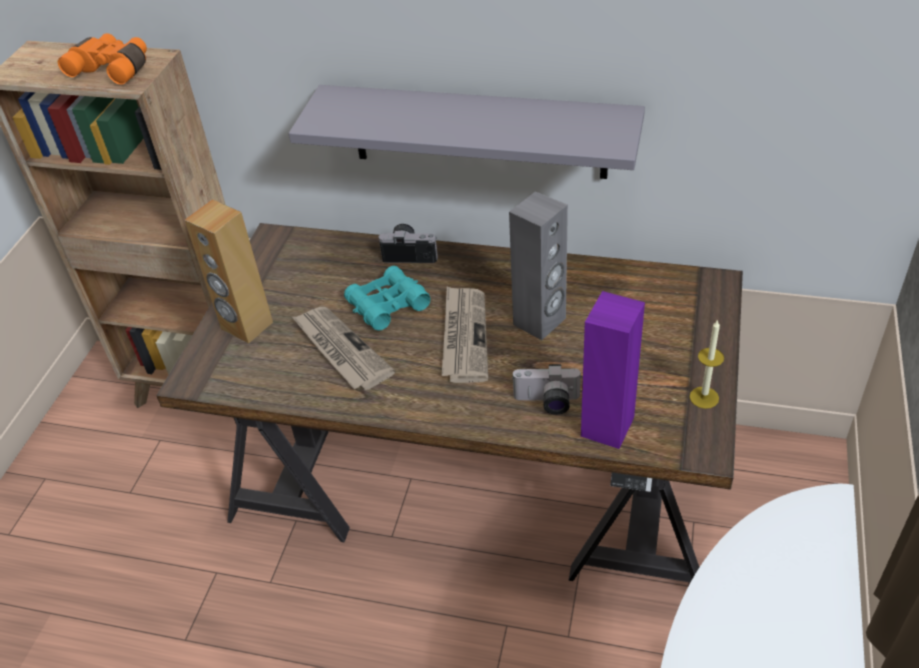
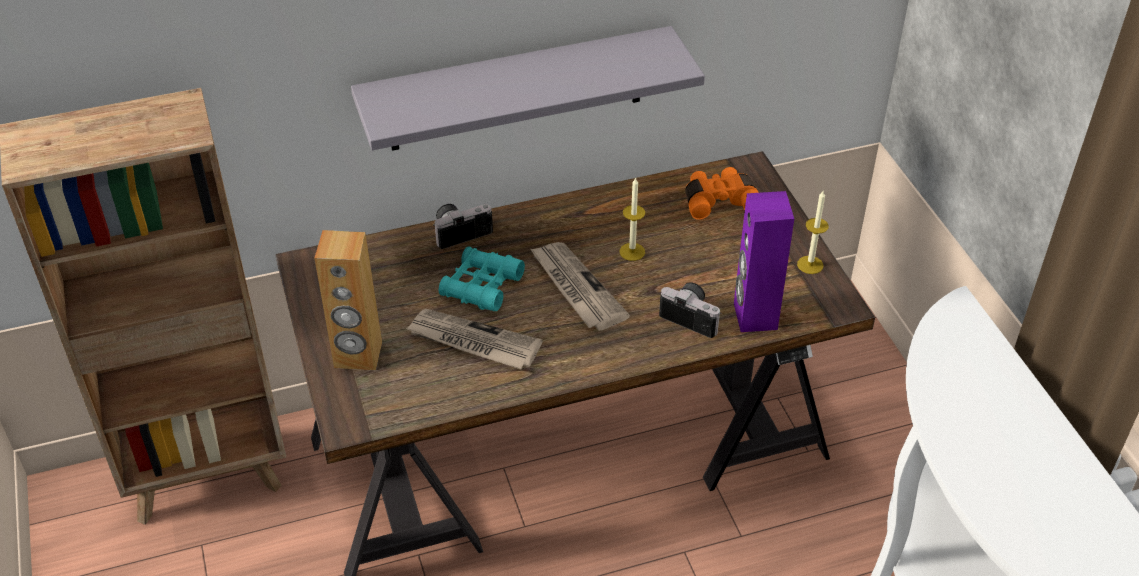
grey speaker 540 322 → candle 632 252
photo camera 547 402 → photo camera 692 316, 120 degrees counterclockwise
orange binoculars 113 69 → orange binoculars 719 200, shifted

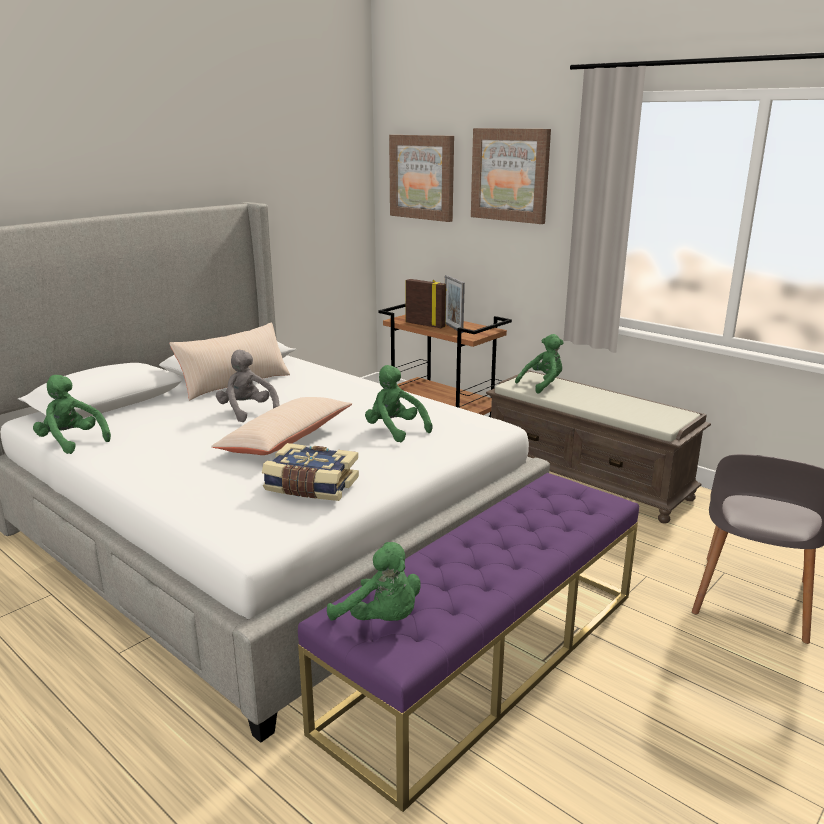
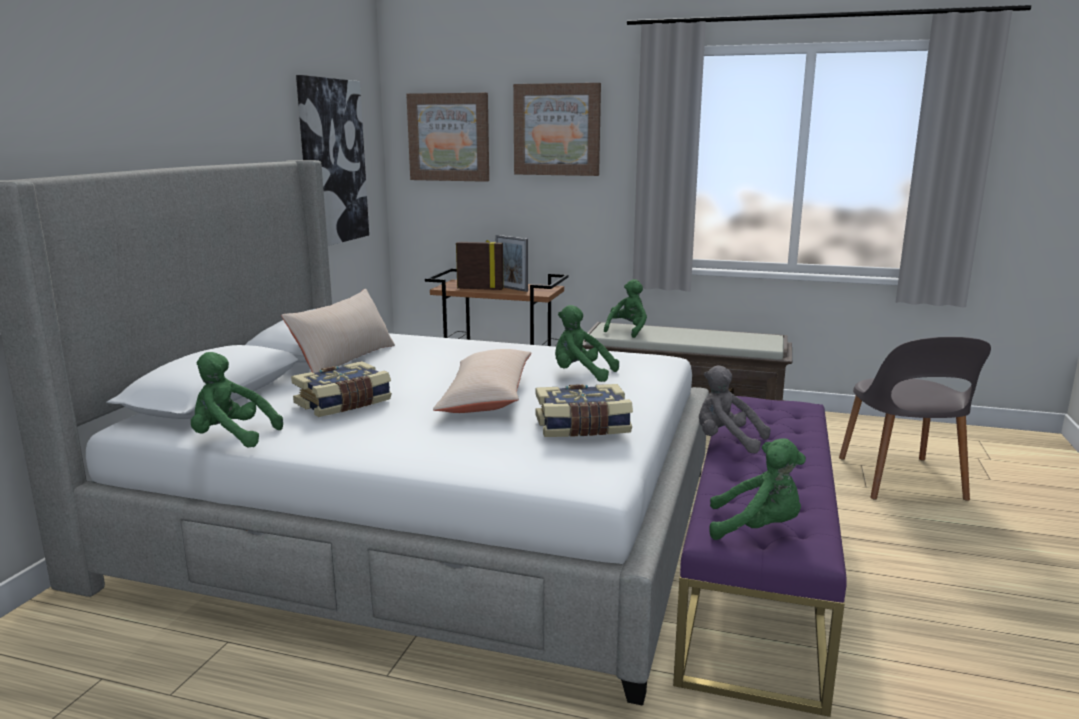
- → book 344 403
- → picture 332 162
grey plush toy 247 412 → grey plush toy 726 441, shifted

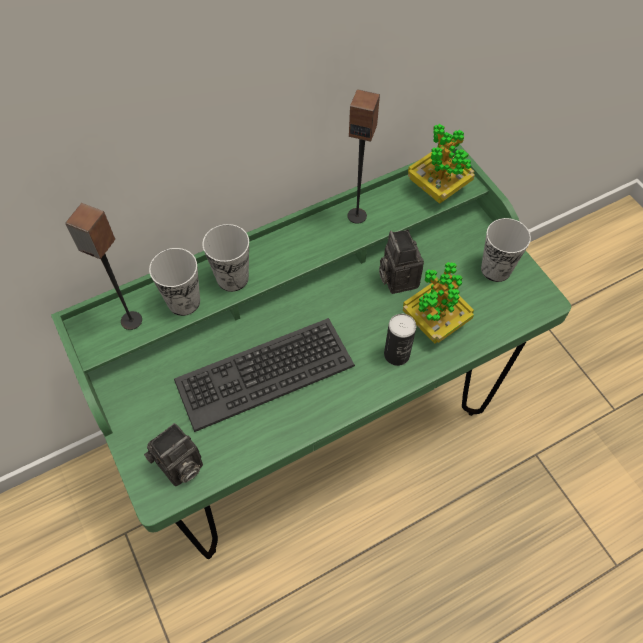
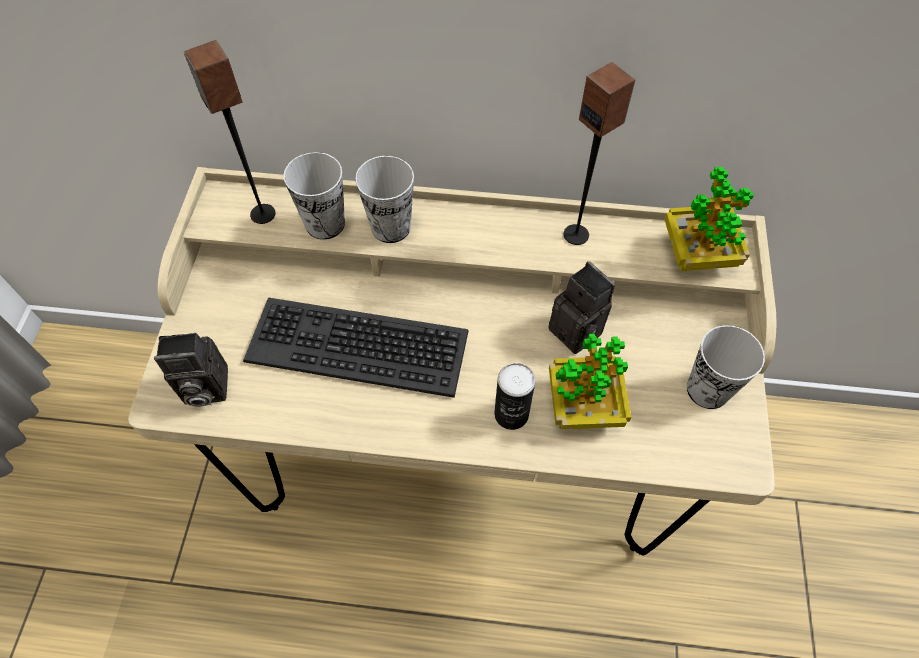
green desk 320 430 → beige desk 459 459
photo camera 397 278 → photo camera 579 331, 120 degrees clockwise

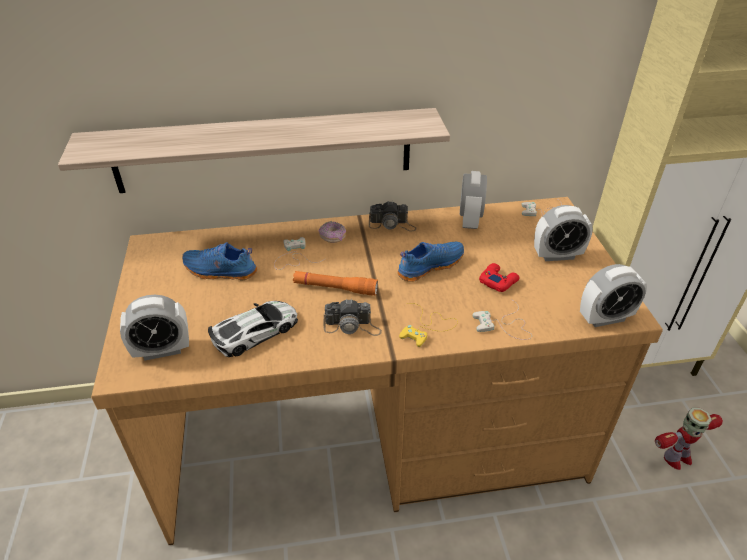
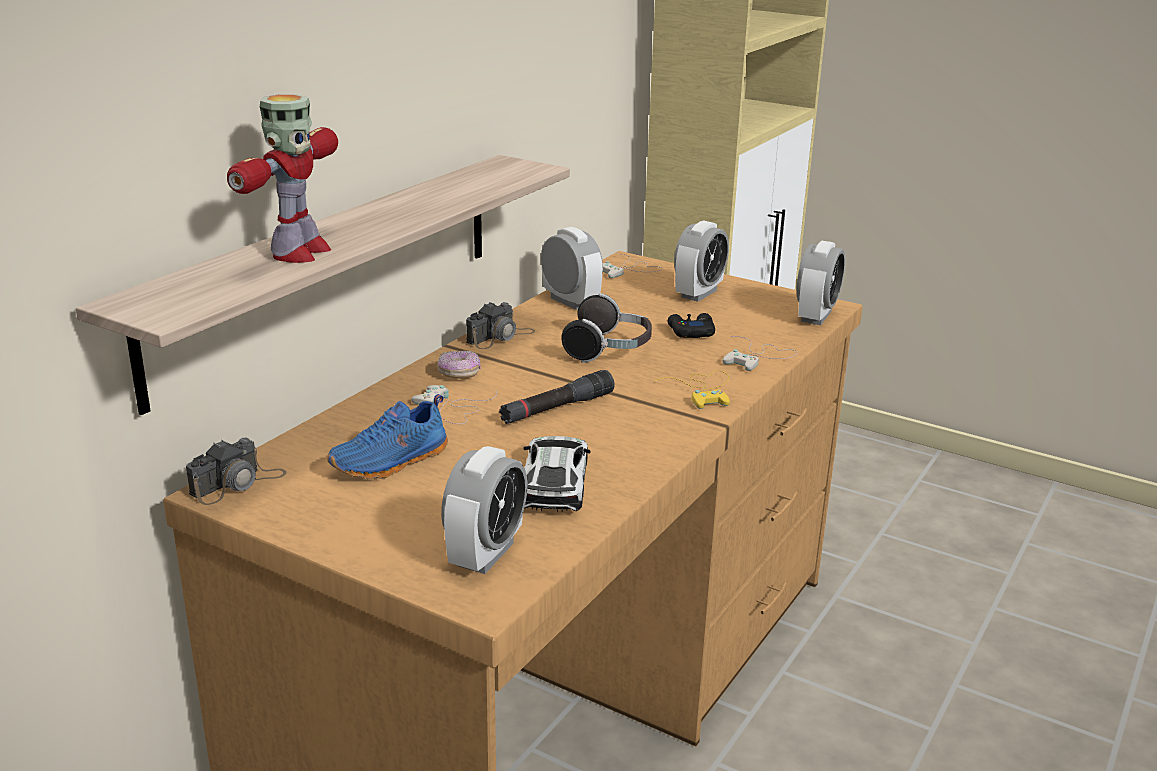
photo camera 352 326 → photo camera 238 483, shifted
toy robot 676 458 → toy robot 299 253, shifted
orange flashlight 335 288 → black flashlight 557 408
blue shoe 429 266 → headphones 609 349
red game controller 498 281 → black game controller 690 332

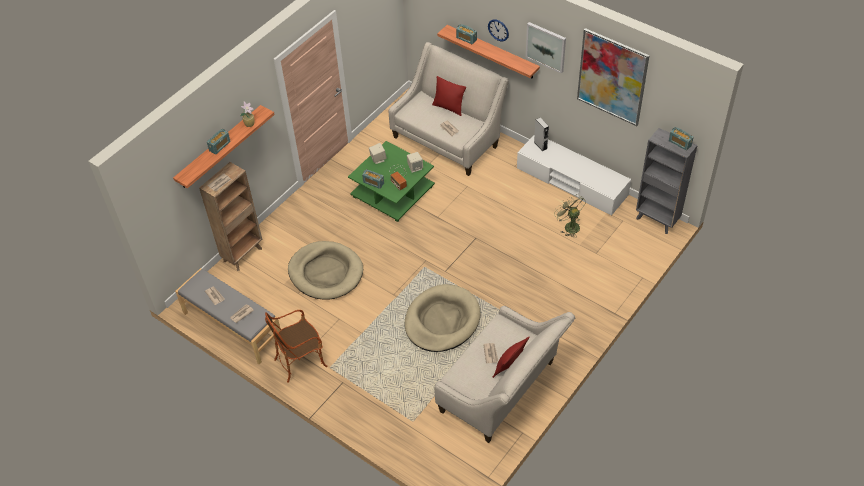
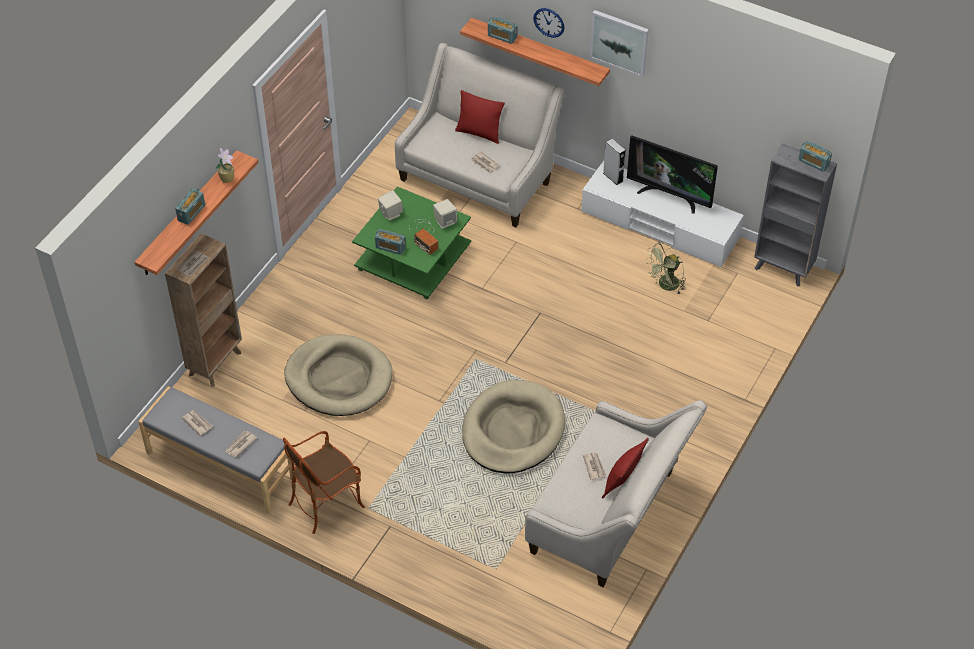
- → television 670 196
green fan 569 226 → green fan 666 286, 90 degrees counterclockwise
picture 612 77 → -

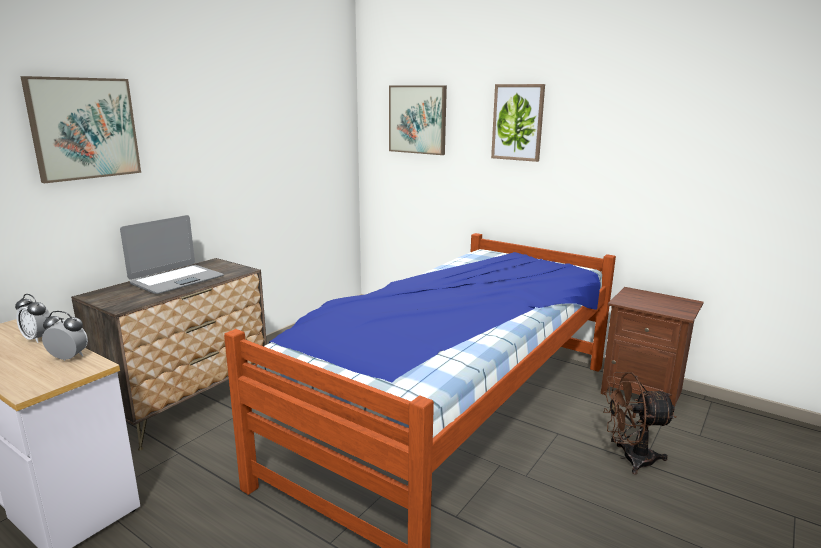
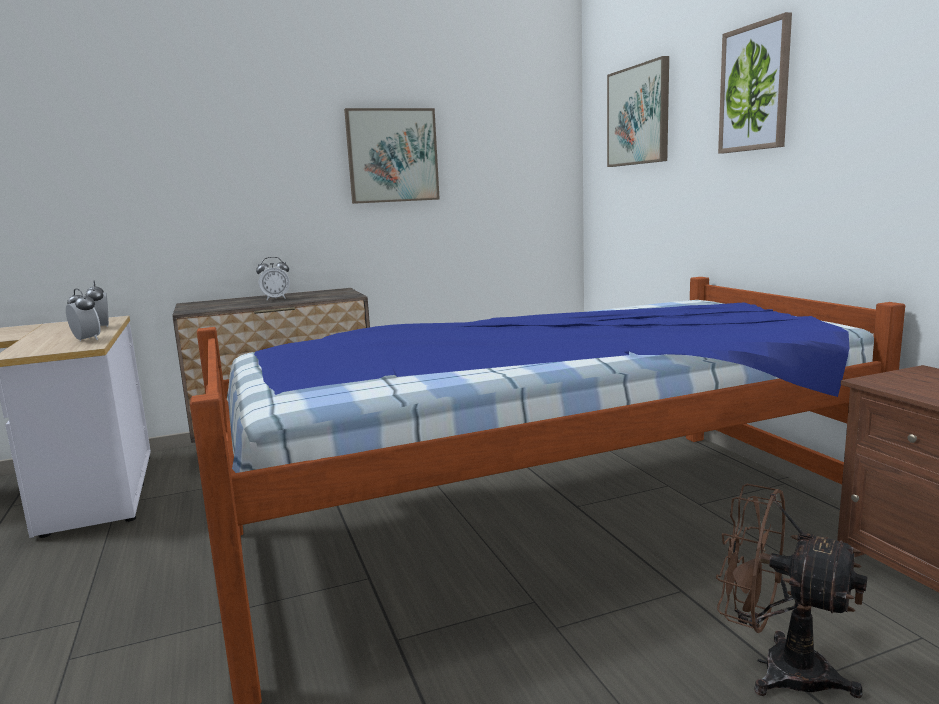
laptop 176 280 → alarm clock 276 299
picture 84 128 → picture 392 156, shifted

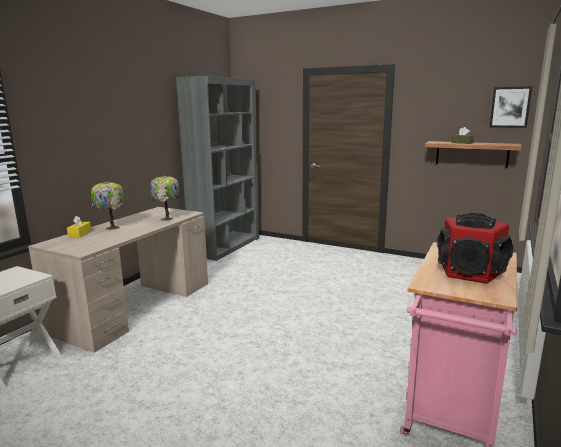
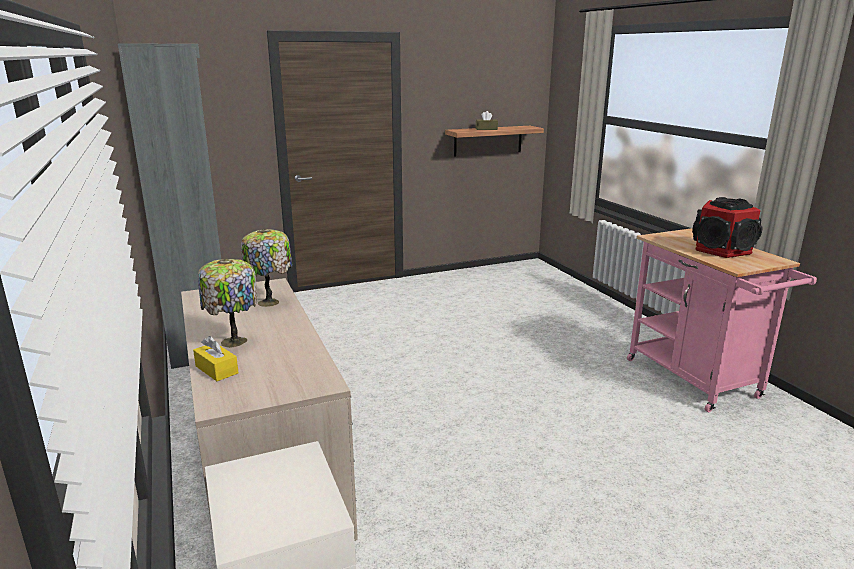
picture 510 107 → -

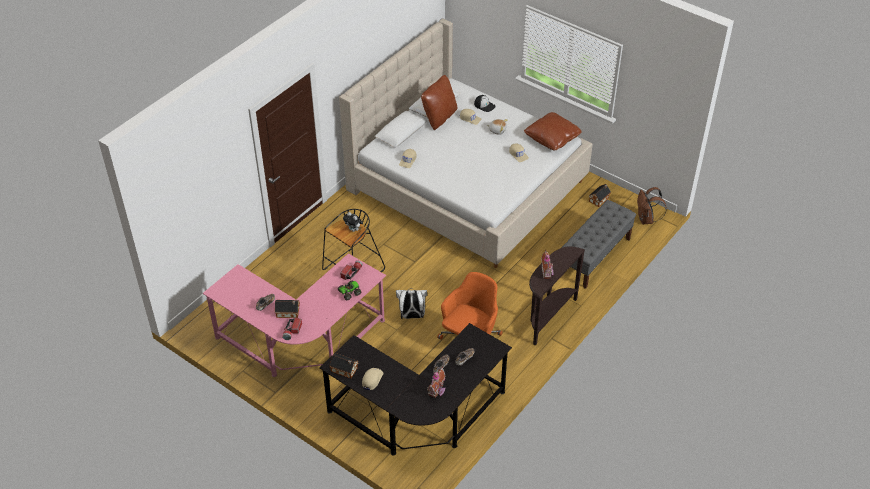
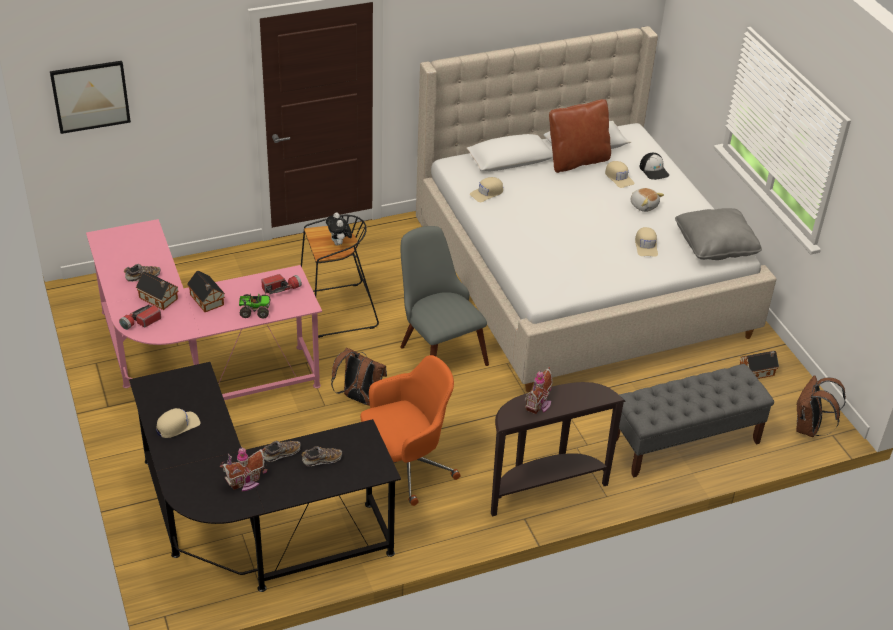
- → picture 90 96
toy house 345 370 → toy house 207 301, shifted
white backpack 412 316 → brown backpack 359 398
- → grey chair 437 349
brown pillow 552 138 → grey pillow 715 245

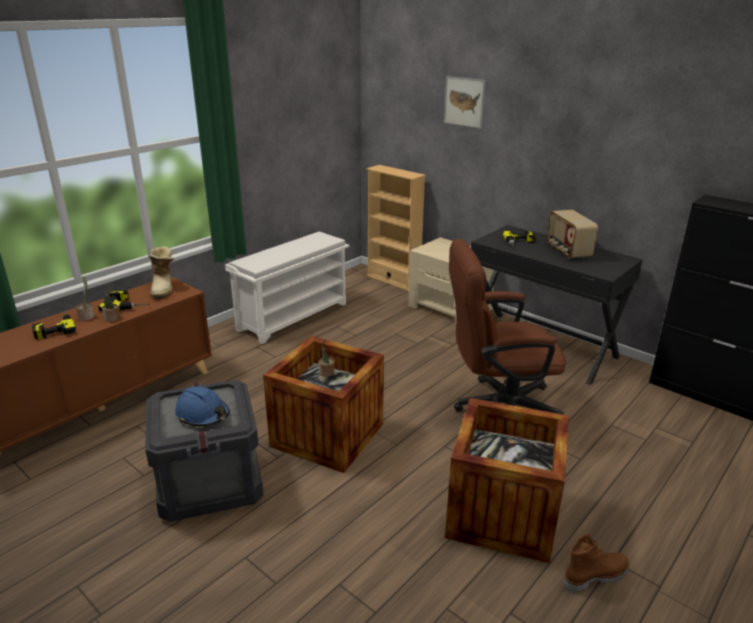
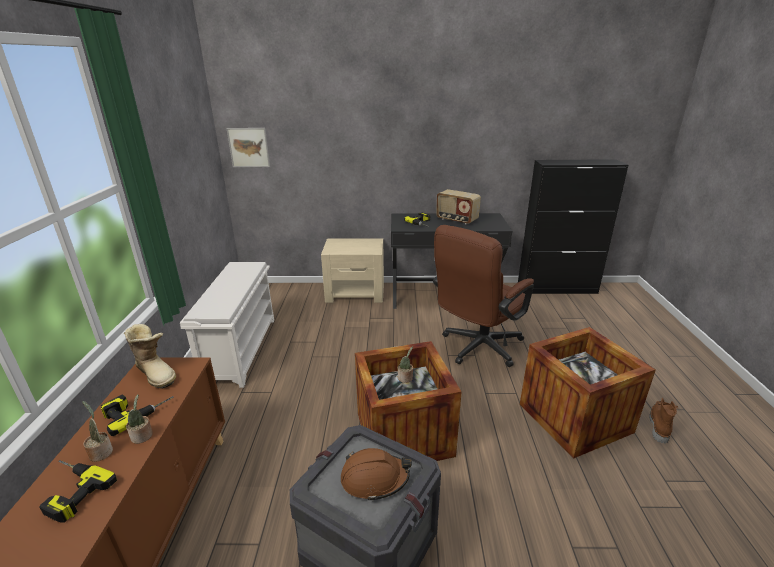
picture 464 102 → picture 249 147, shifted
blue hard hat 203 415 → brown hard hat 374 479
beige bookcase 393 280 → -

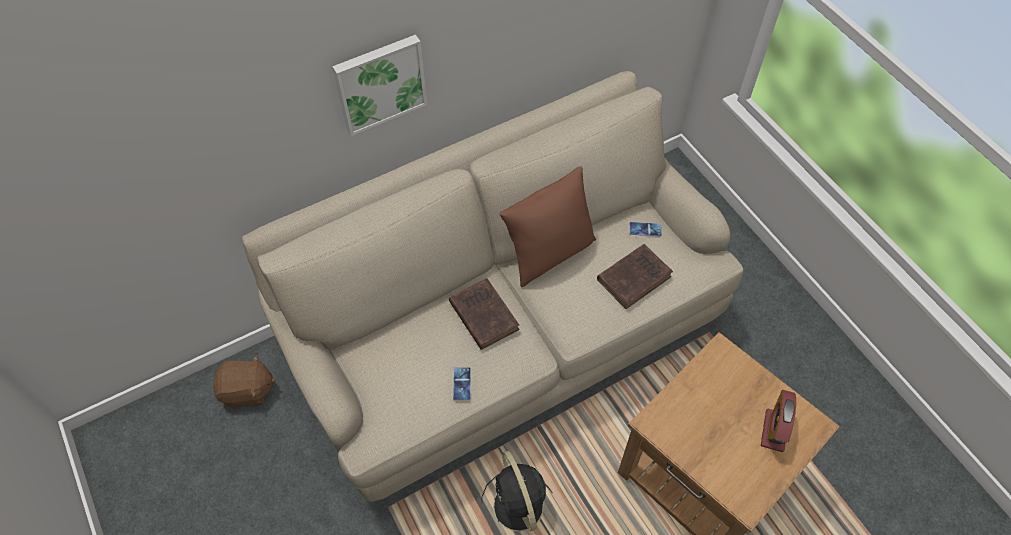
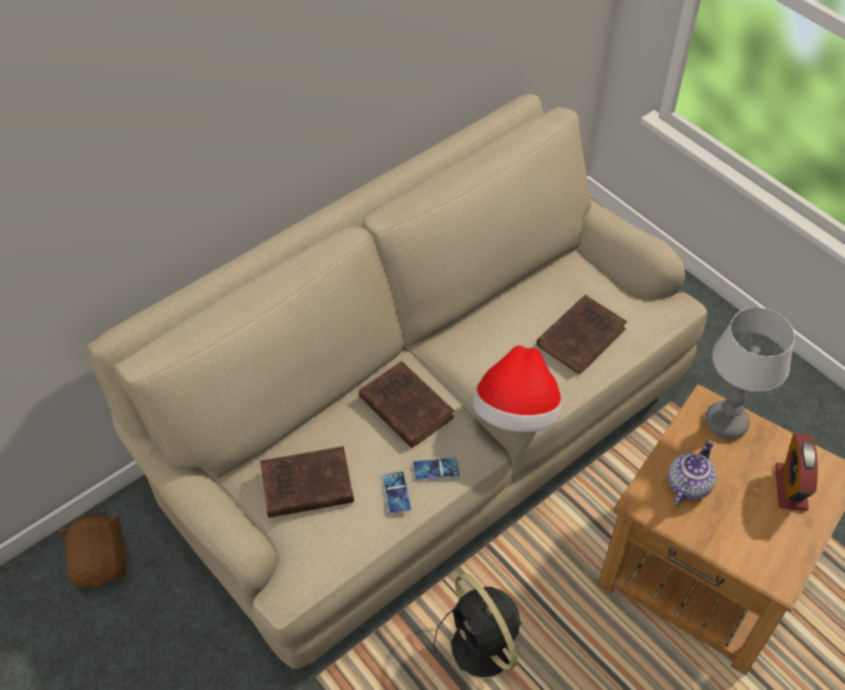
brown plush toy 247 391 → brown plush toy 102 562, 90 degrees counterclockwise
- → brown book 304 486
phone 645 229 → phone 436 469, shifted
- → hat 516 413
- → teapot 687 484
- → table lamp 726 423
picture 380 83 → -
brown pillow 548 254 → -

